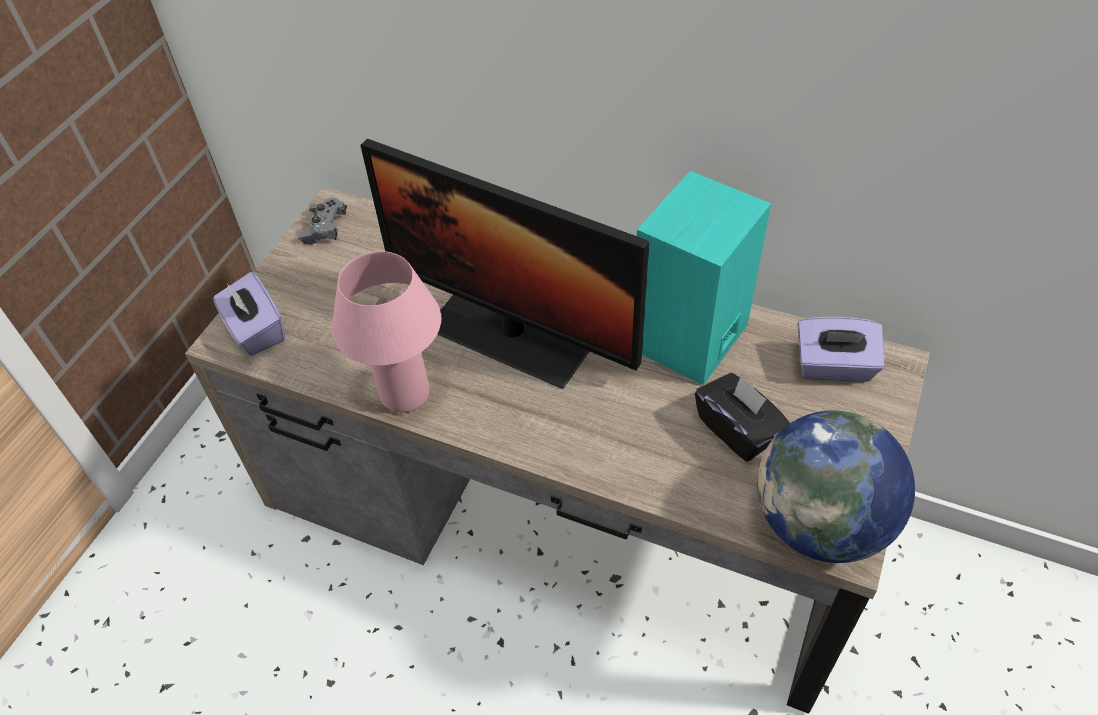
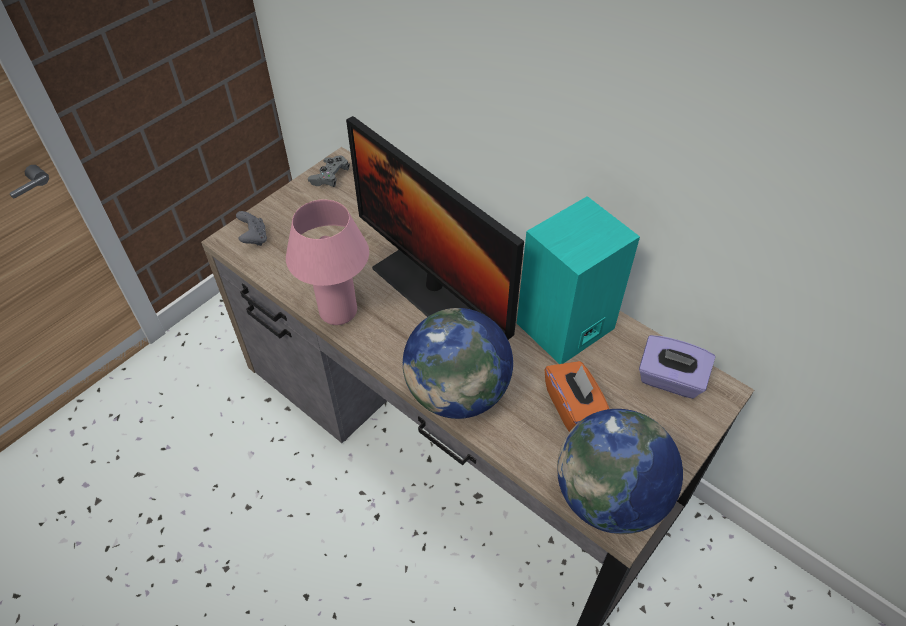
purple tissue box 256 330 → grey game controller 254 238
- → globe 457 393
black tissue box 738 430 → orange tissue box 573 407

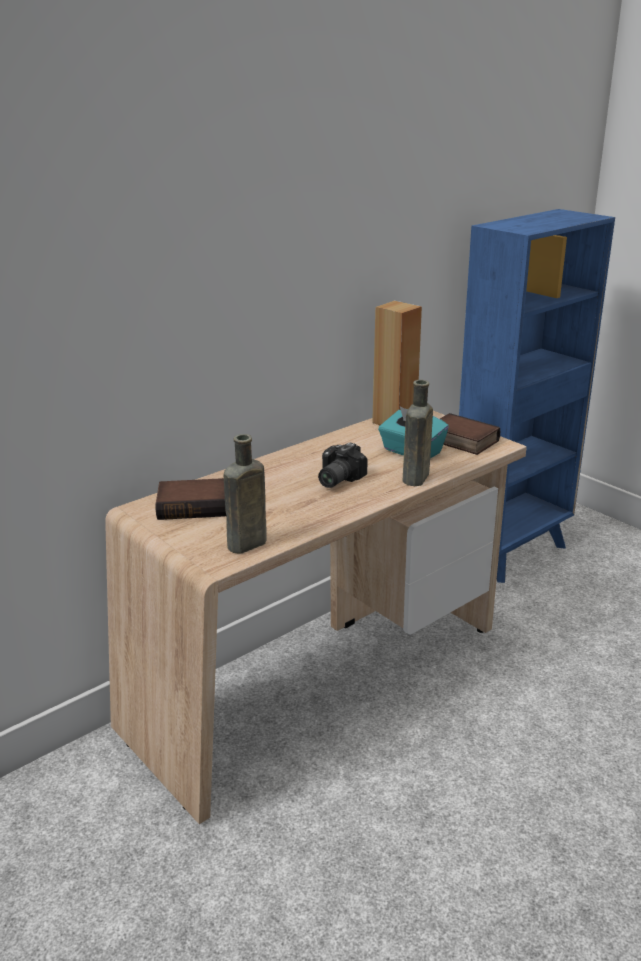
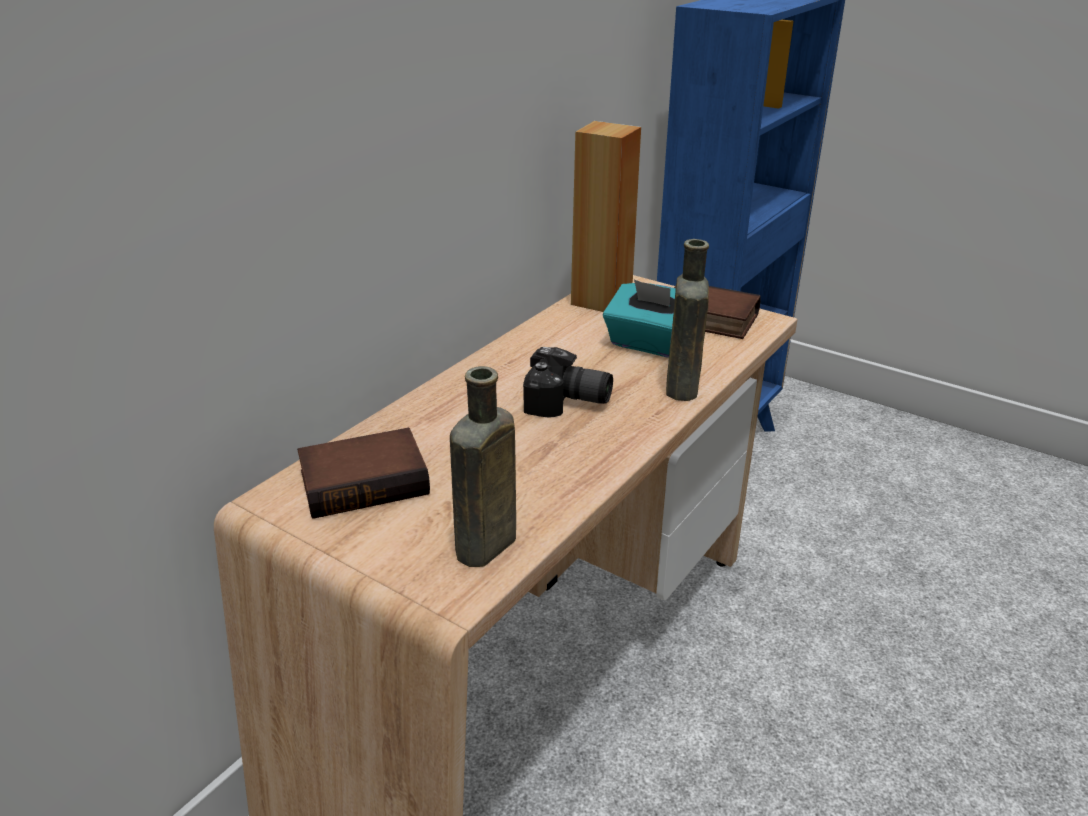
photo camera 336 479 → photo camera 567 403, 90 degrees counterclockwise

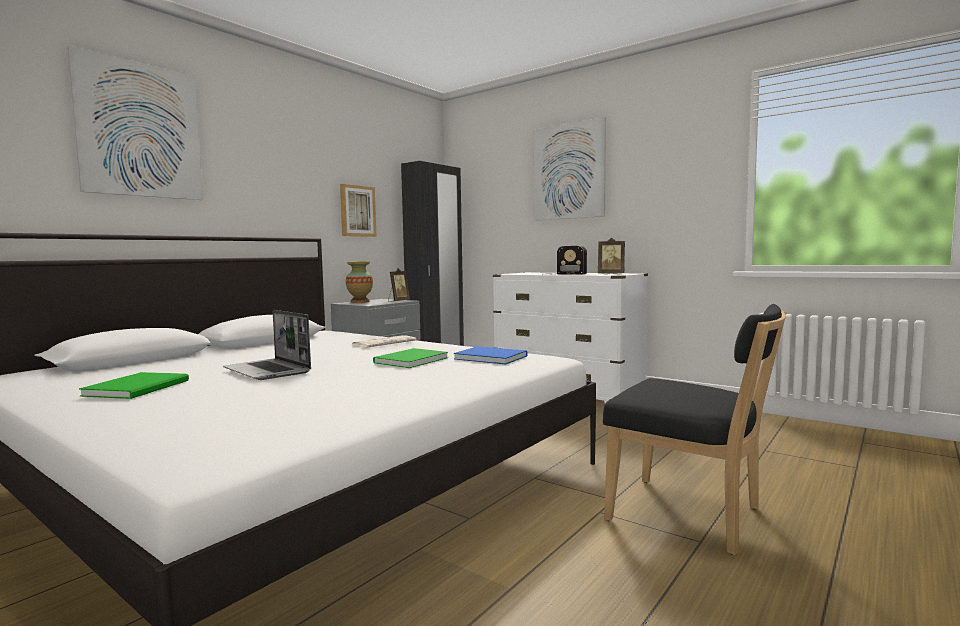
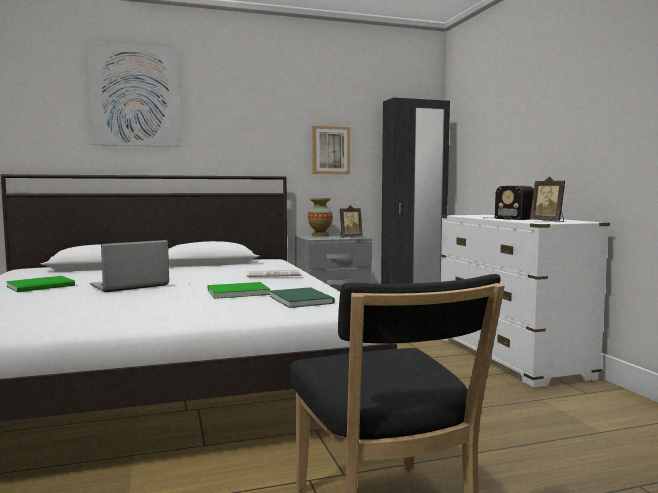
laptop 269 371 → laptop 129 286, 60 degrees clockwise
blue book 490 357 → green book 301 299
picture 568 171 → -

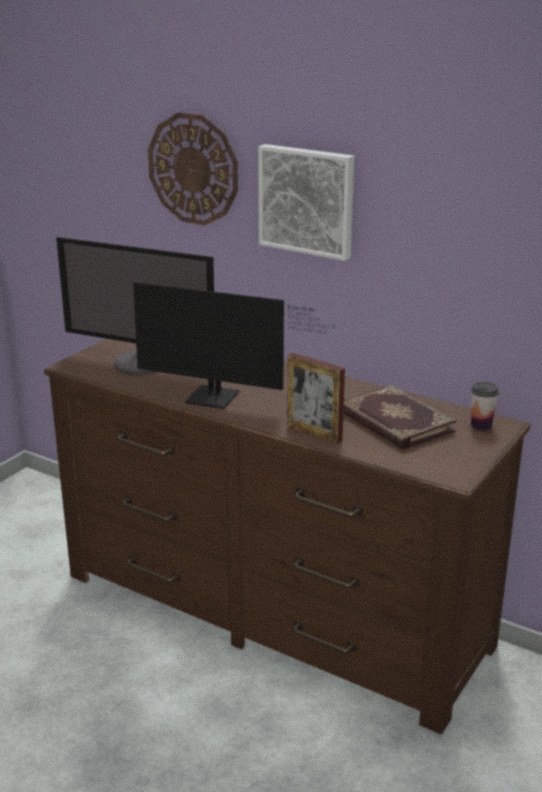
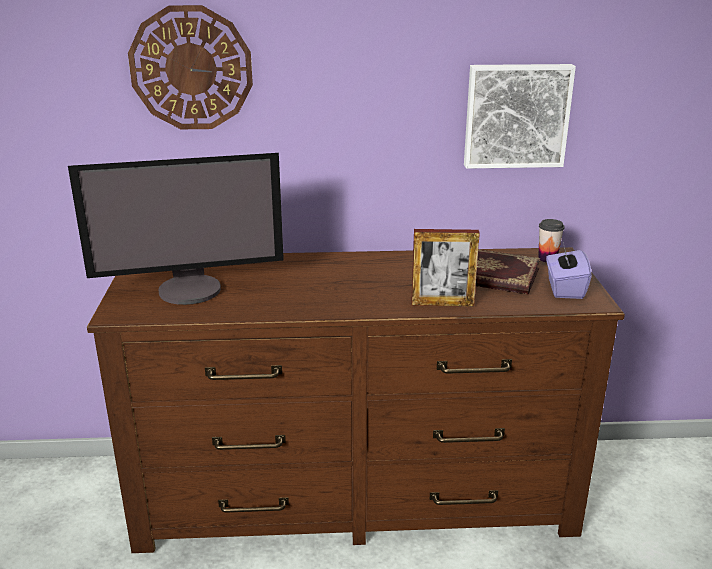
picture 307 200 → picture 516 115, shifted
- → purple tissue box 564 288
monitor 219 399 → -

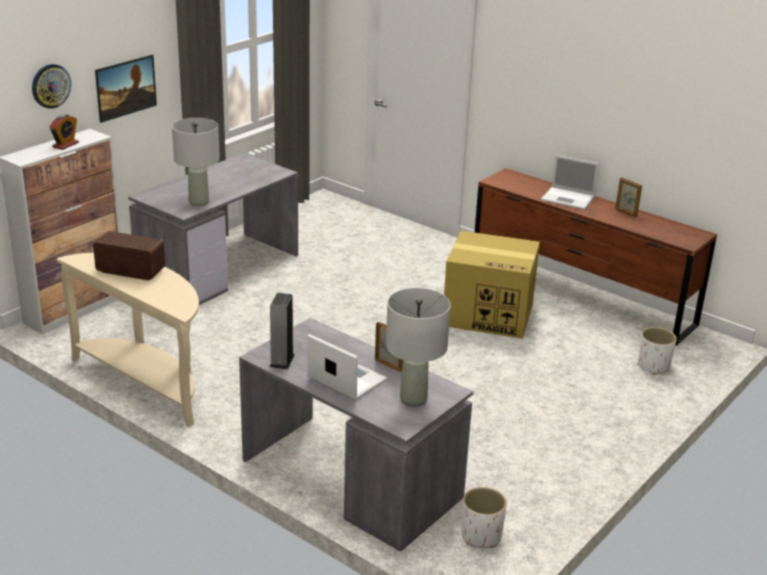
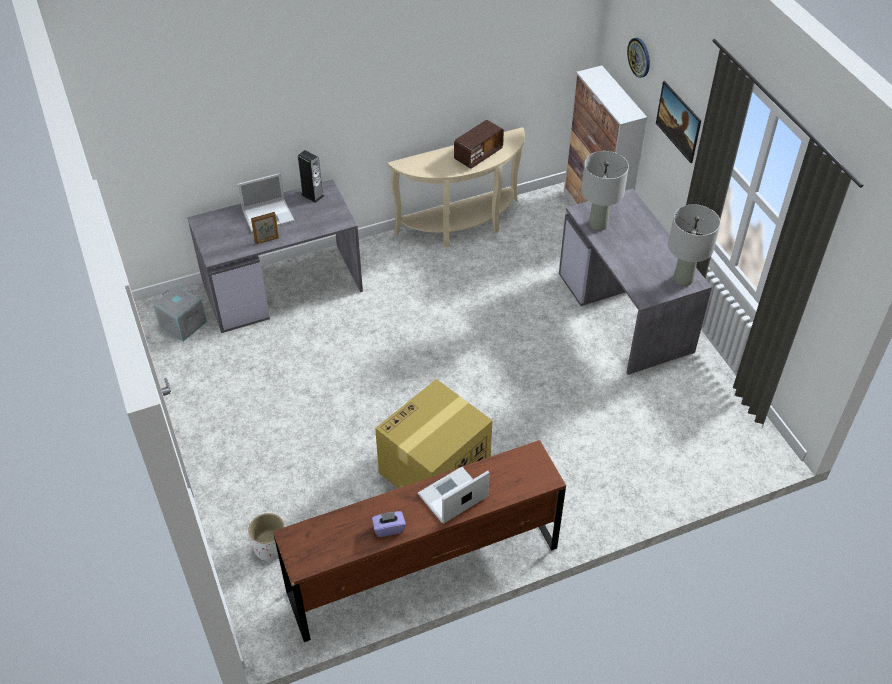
white planter 481 536 → grey storage box 182 324
picture frame 625 212 → purple tissue box 389 528
grey table lamp 414 399 → grey table lamp 682 280, shifted
alarm clock 65 145 → -

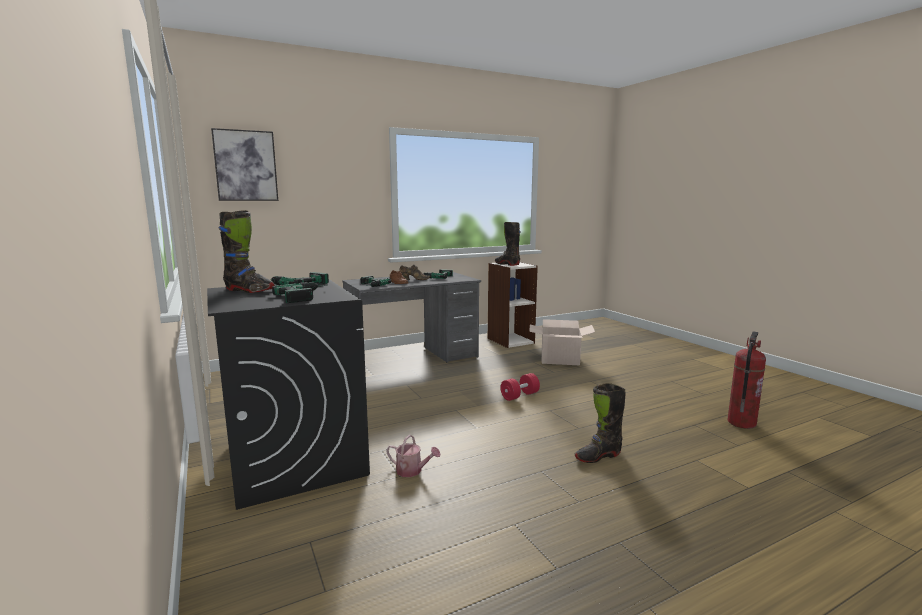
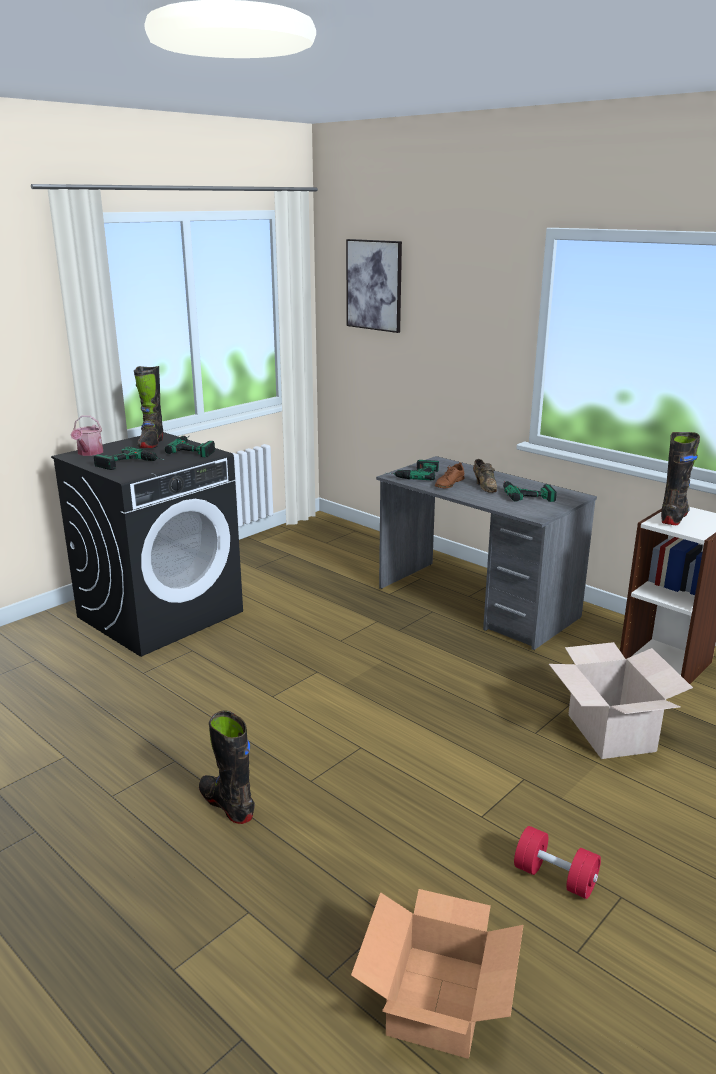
watering can 412 471 → watering can 89 453, shifted
fire extinguisher 741 423 → cardboard box 439 999
red dumbbell 519 396 → red dumbbell 555 877, shifted

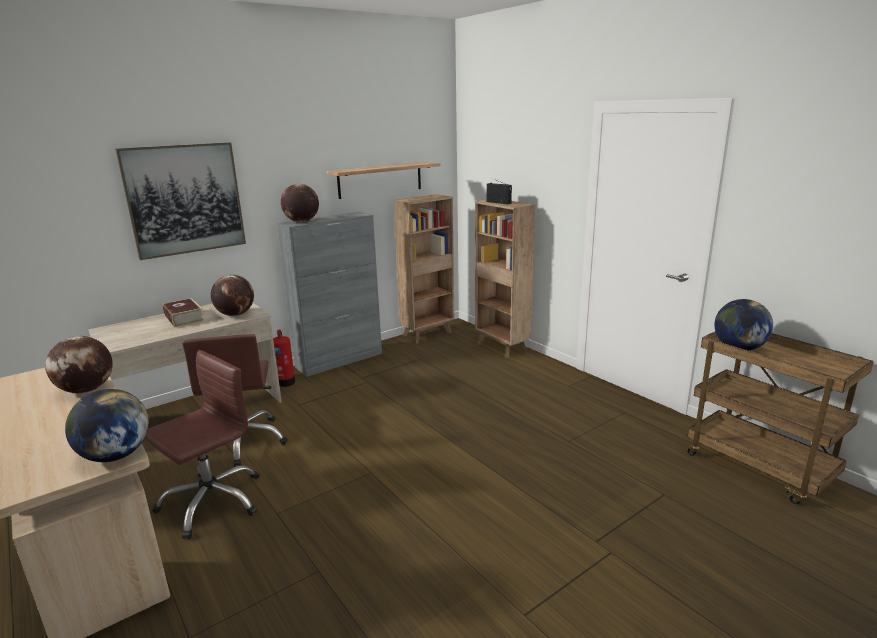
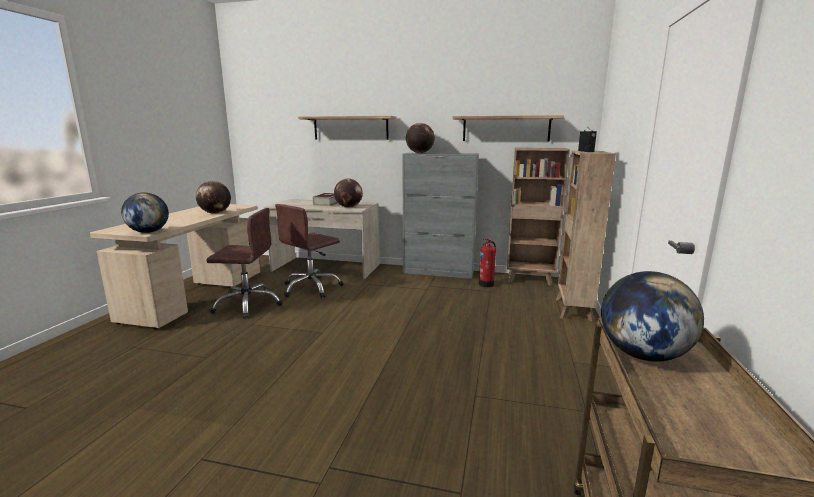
picture 185 199 → shelf 350 128
fire extinguisher 286 381 → fire extinguisher 487 284, shifted

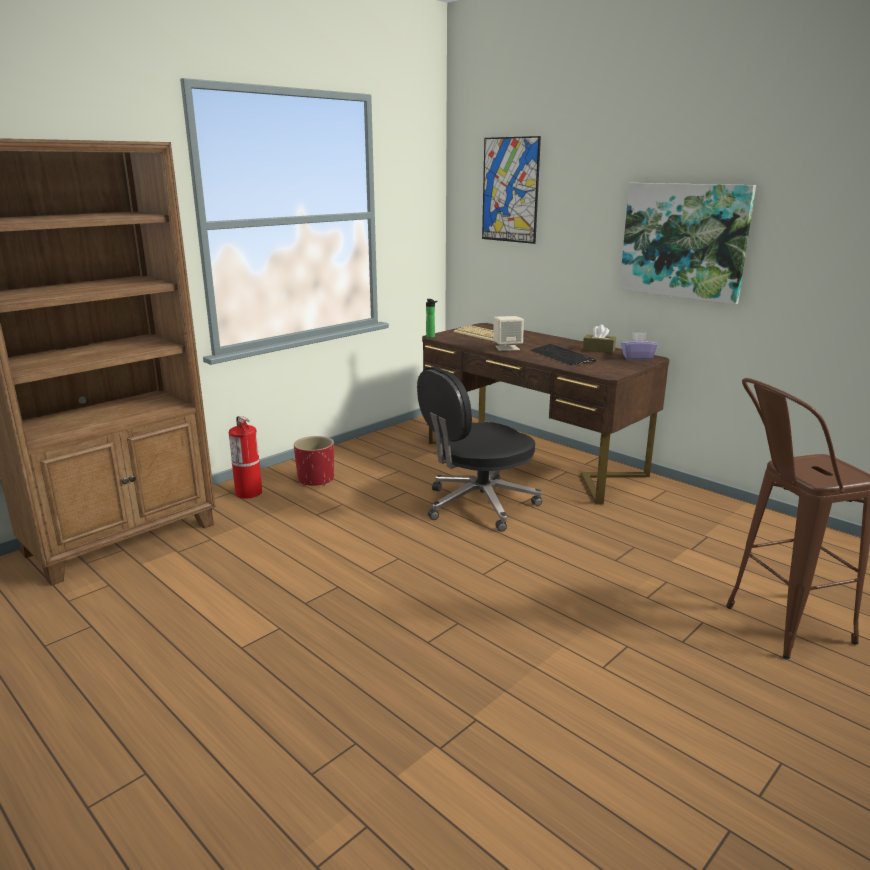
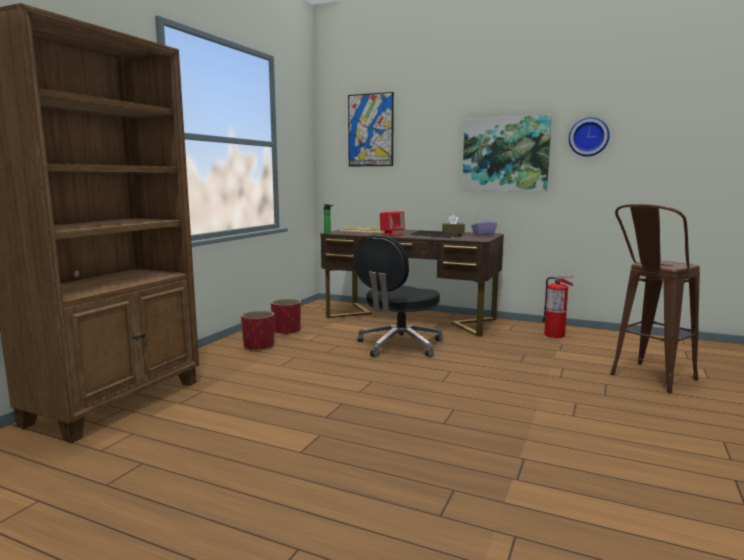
- → red planter 287 331
beige speaker 507 348 → red speaker 391 234
fire extinguisher 249 493 → fire extinguisher 554 335, shifted
- → wall clock 588 137

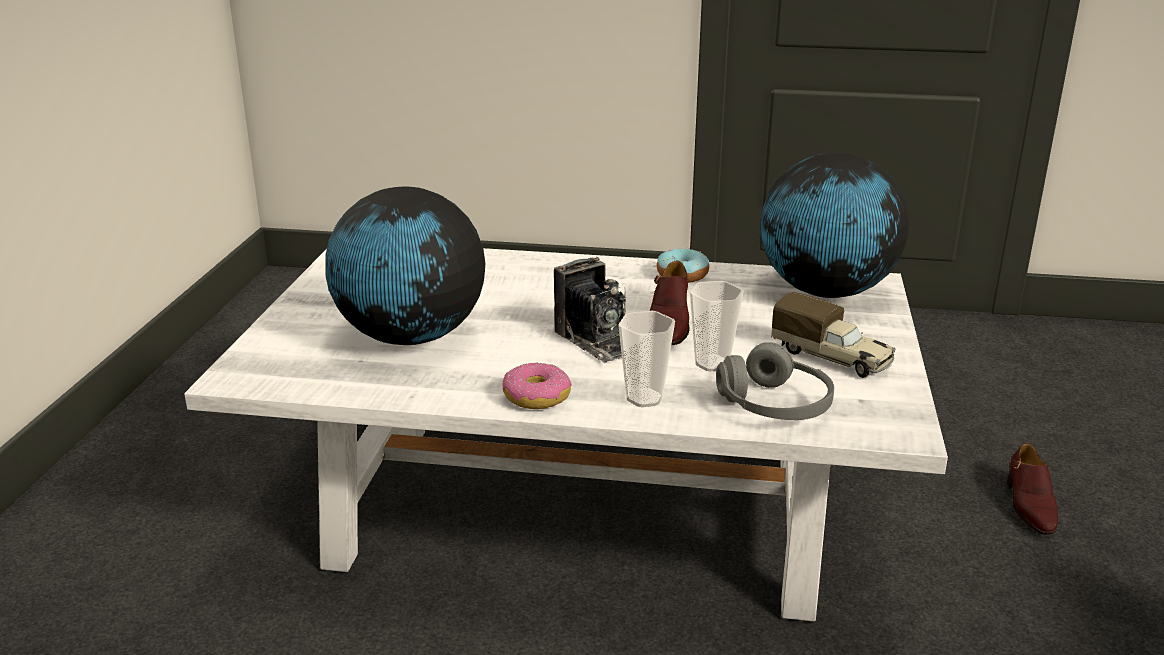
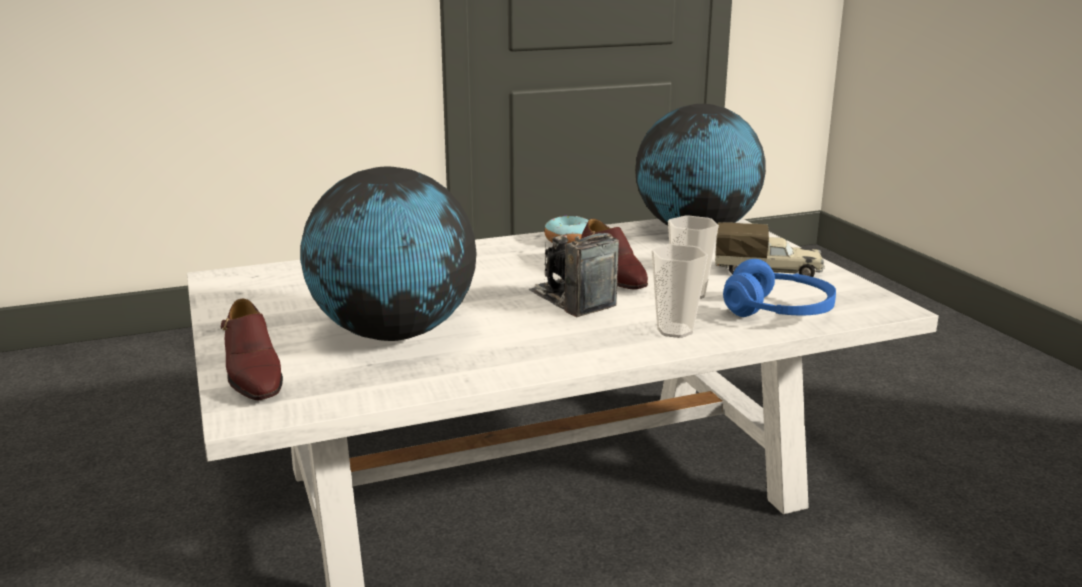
brown shoe 1029 506 → brown shoe 252 374, shifted
photo camera 597 341 → photo camera 571 299, 150 degrees counterclockwise
grey headphones 774 405 → blue headphones 778 311
donut 536 397 → -

